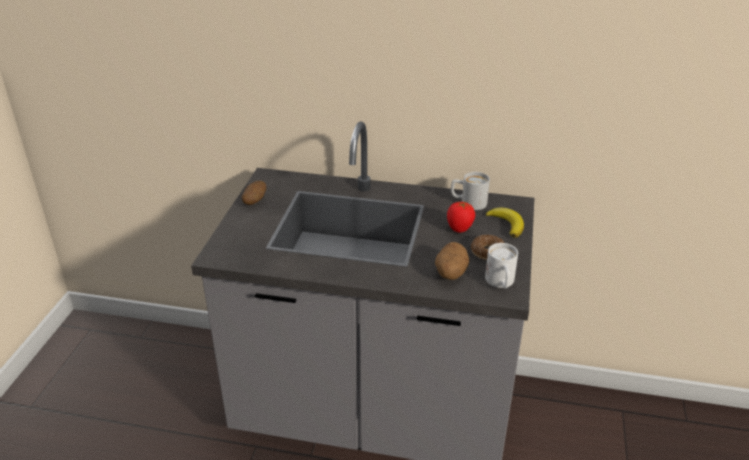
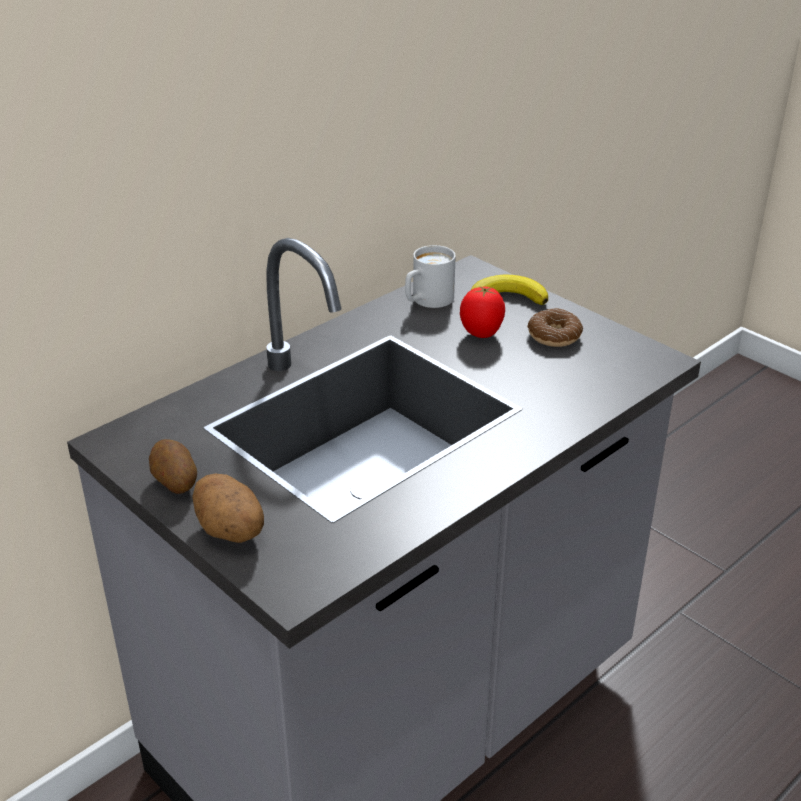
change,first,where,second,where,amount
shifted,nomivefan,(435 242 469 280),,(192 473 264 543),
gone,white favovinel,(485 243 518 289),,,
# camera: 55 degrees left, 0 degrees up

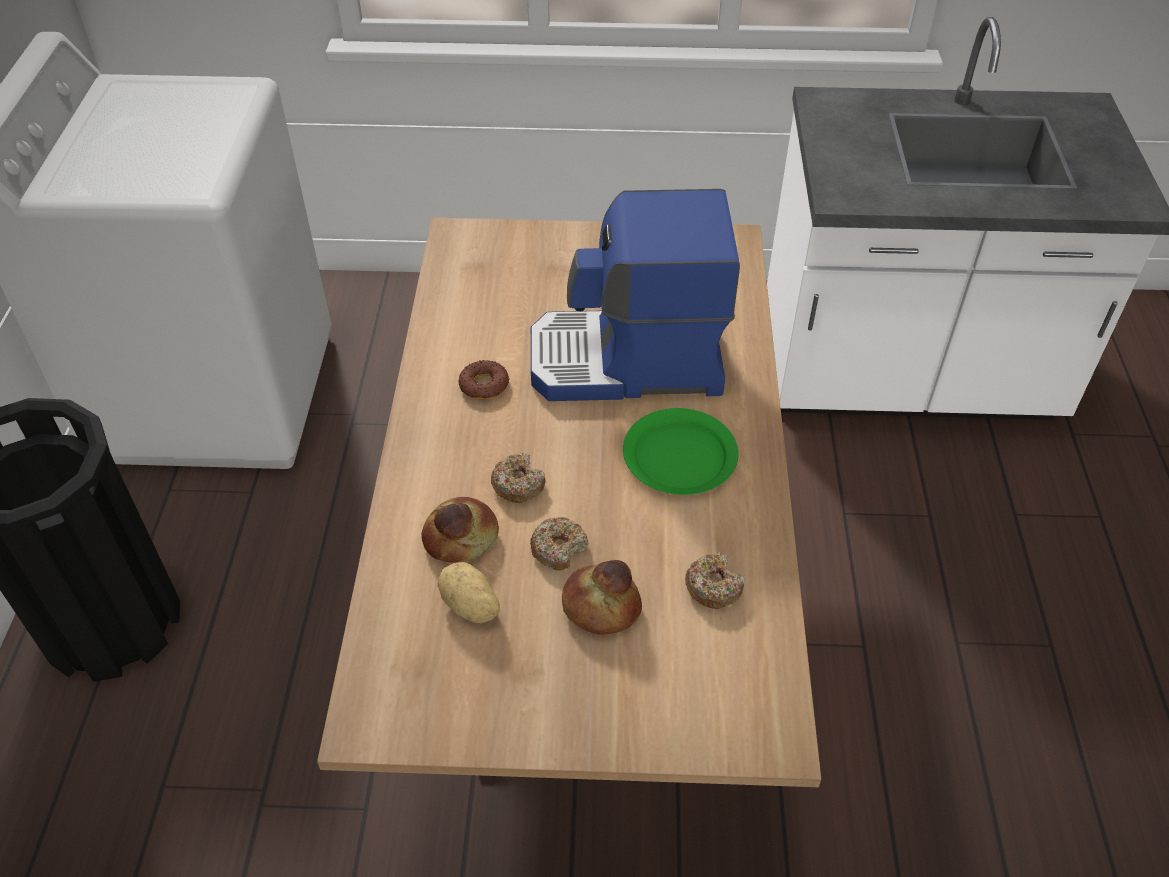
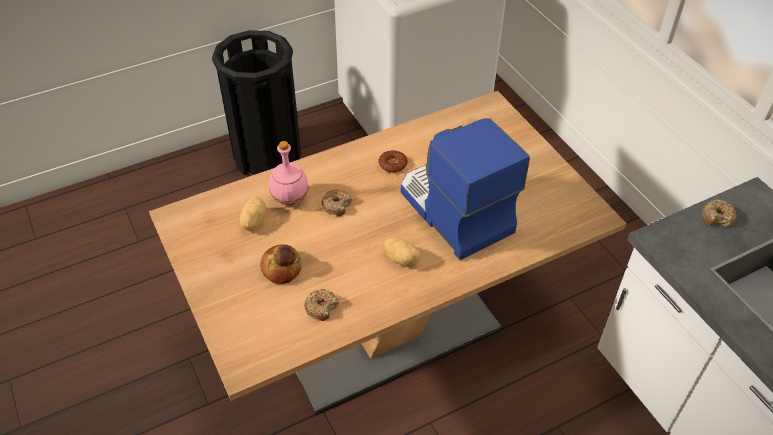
change,first,where,second,where,amount
swapped,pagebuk,(421 497 499 563),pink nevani,(269 141 309 206),
shifted,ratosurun,(530 517 589 571),,(702 199 737 227),
swapped,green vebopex,(623 408 739 495),nomivefan,(384 238 421 267),
# camera: 60 degrees right, 0 degrees up

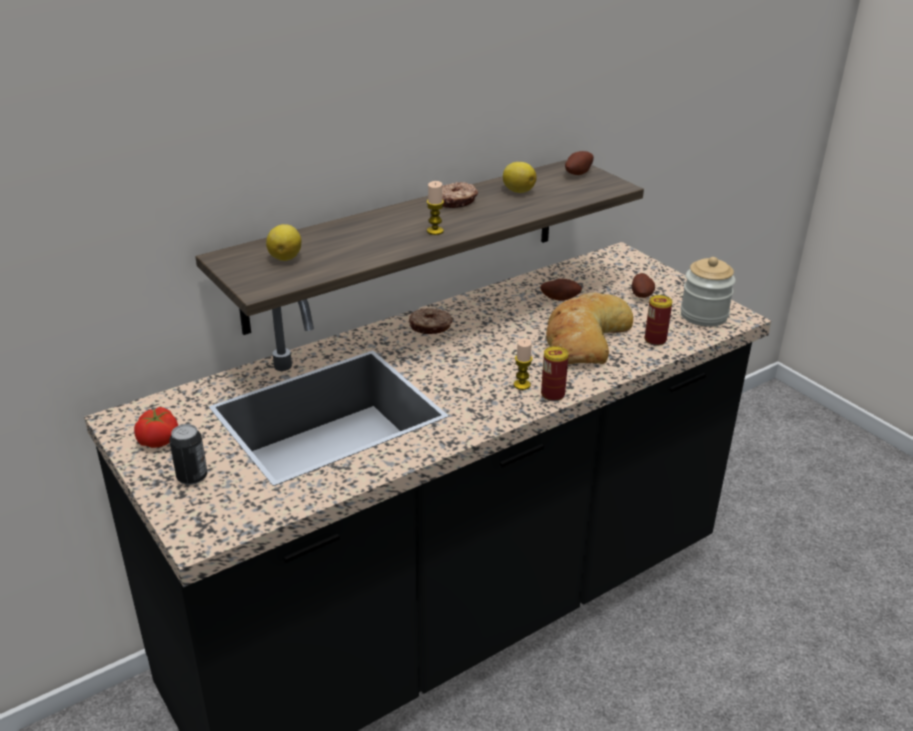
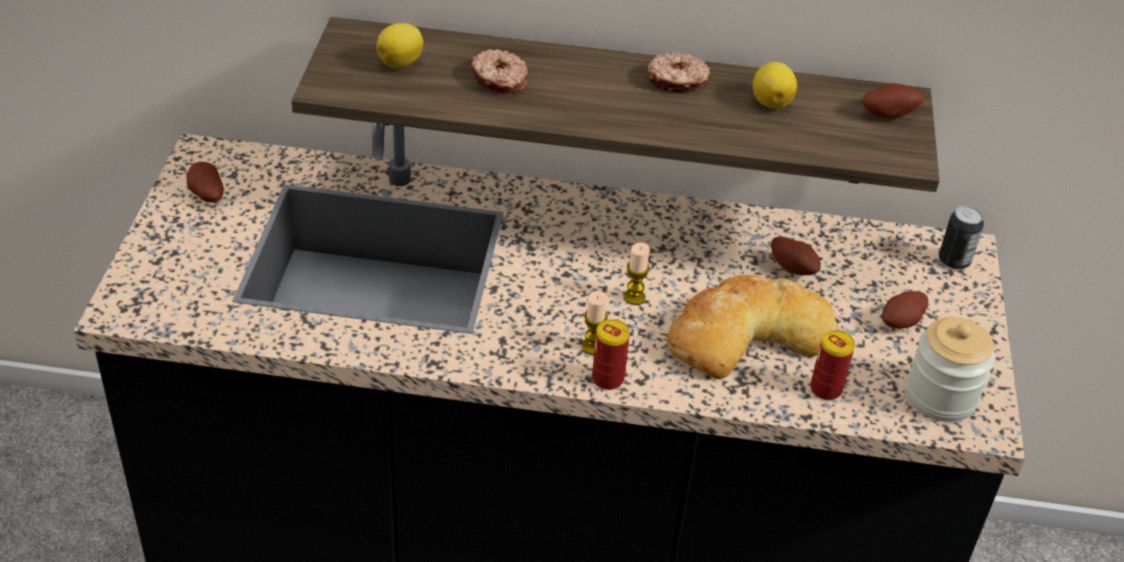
change,first,where,second,where,amount
swapped,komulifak,(134 407 178 448),nomivefan,(186 162 224 202),
shifted,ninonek,(170 424 207 485),,(939 206 984 270),
shifted,ratosurun,(409 308 453 334),,(471 49 528 93),
shifted,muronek,(426 181 444 235),,(624 243 650 305),
# camera: 40 degrees right, 10 degrees up

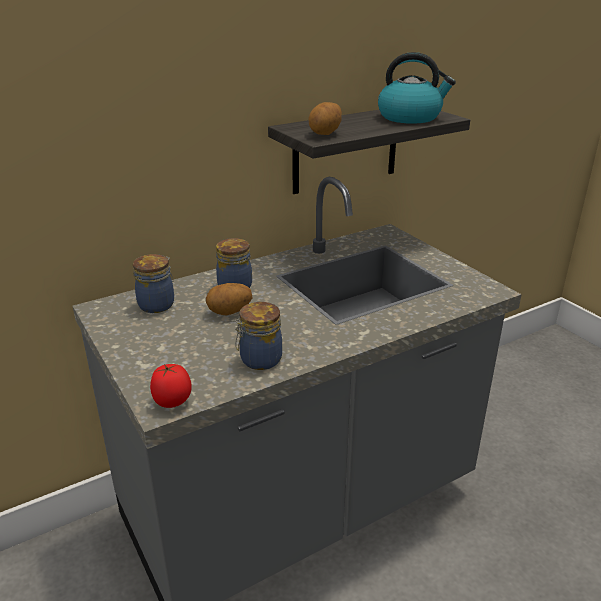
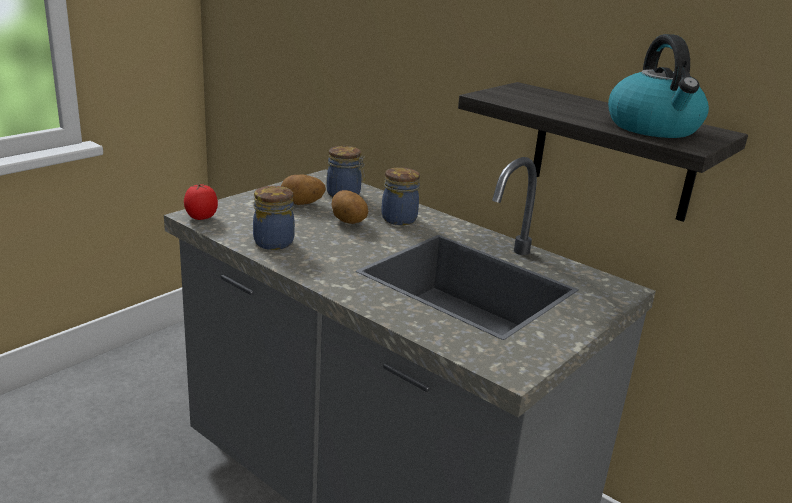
change,first,where,second,where,amount
shifted,nomivefan,(309 102 342 135),,(281 174 326 205),
# camera: 70 degrees right, 5 degrees down

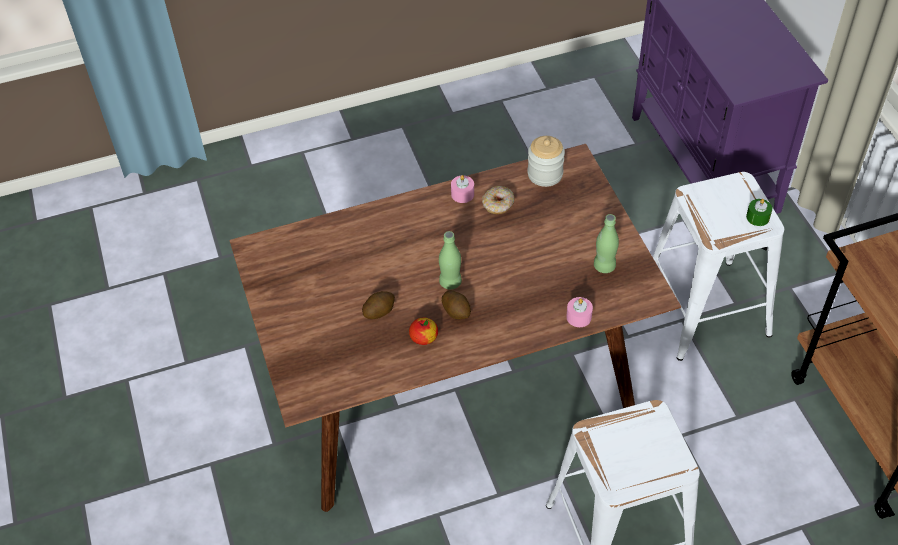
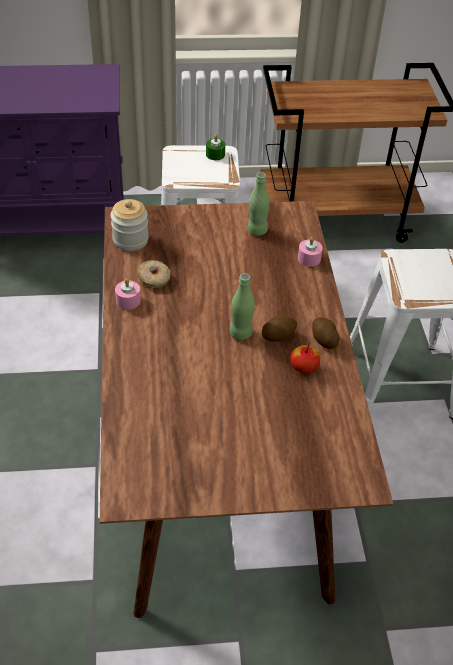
change,first,where,second,where,amount
shifted,nomivefan,(362 291 395 319),,(312 317 340 349),
# camera: 80 degrees left, 5 degrees down

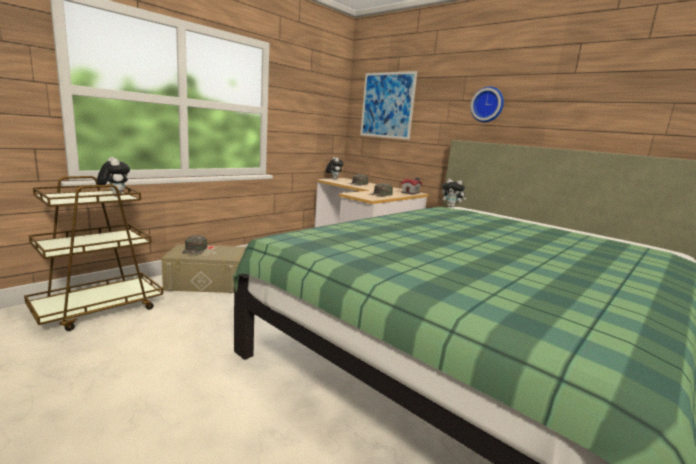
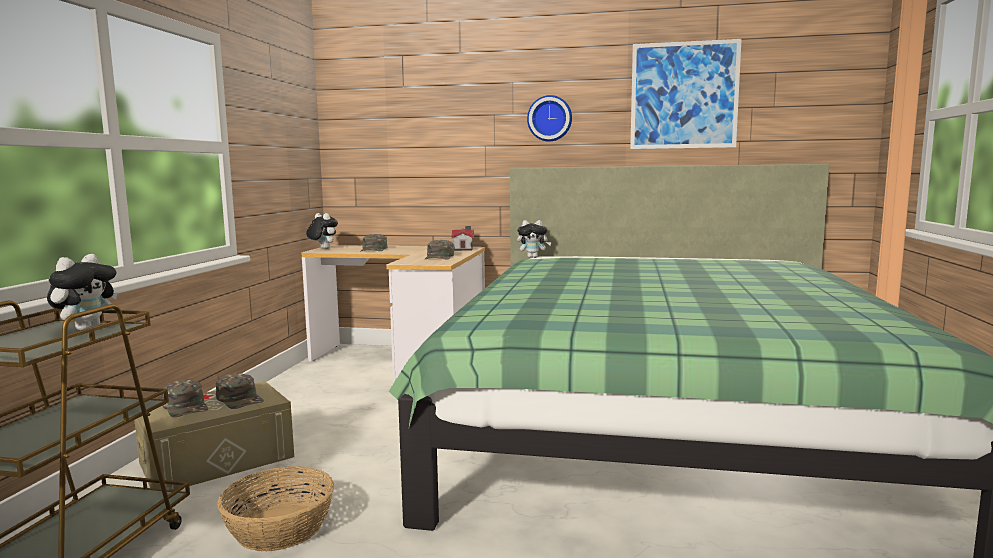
change,first,where,second,where,amount
rotated,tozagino,(97 157 130 197),,(47 254 118 330),90 degrees clockwise
shifted,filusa,(360 71 417 140),,(630 39 742 149),
new,,,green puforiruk,(216 373 264 409),
new,,,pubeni,(217 466 334 551),
# camera: 30 degrees left, 5 degrees down

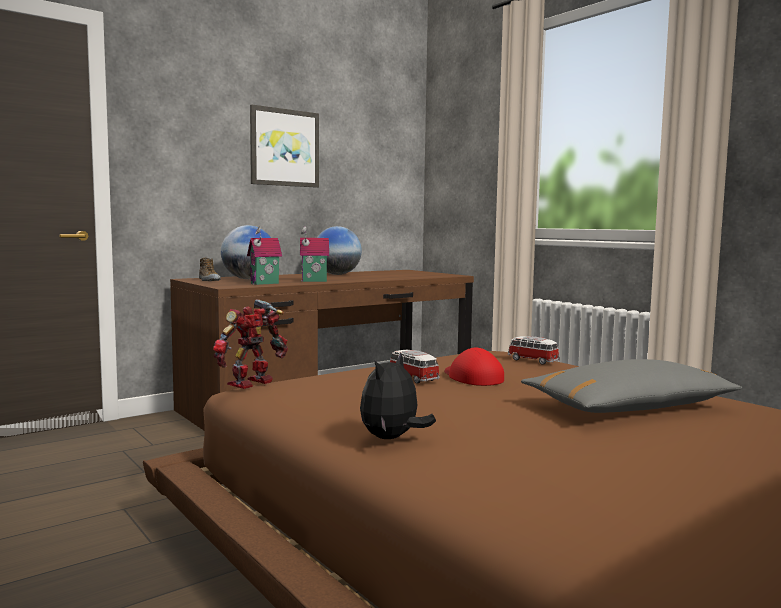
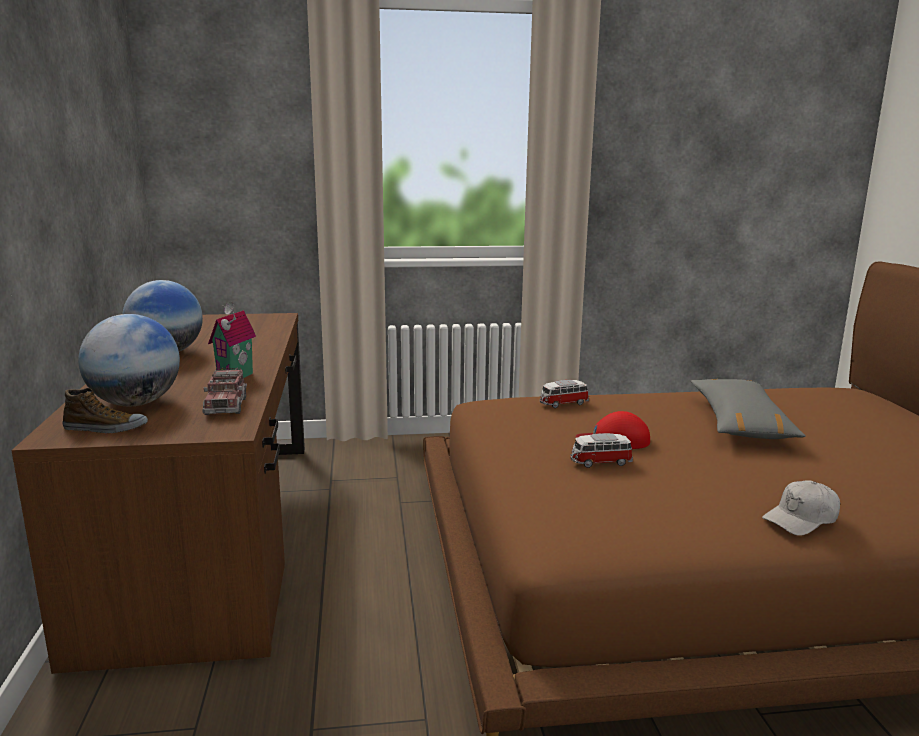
change,first,where,second,where,amount
gone,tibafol,(213 299 288 389),,,
swapped,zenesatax,(247 226 282 285),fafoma,(202 368 247 415),
gone,filusa,(250 104 319 188),,,
swapped,tozagino,(360 353 436 439),white puforiruk,(762 480 840 536),
# camera: 60 degrees left, 10 degrees up

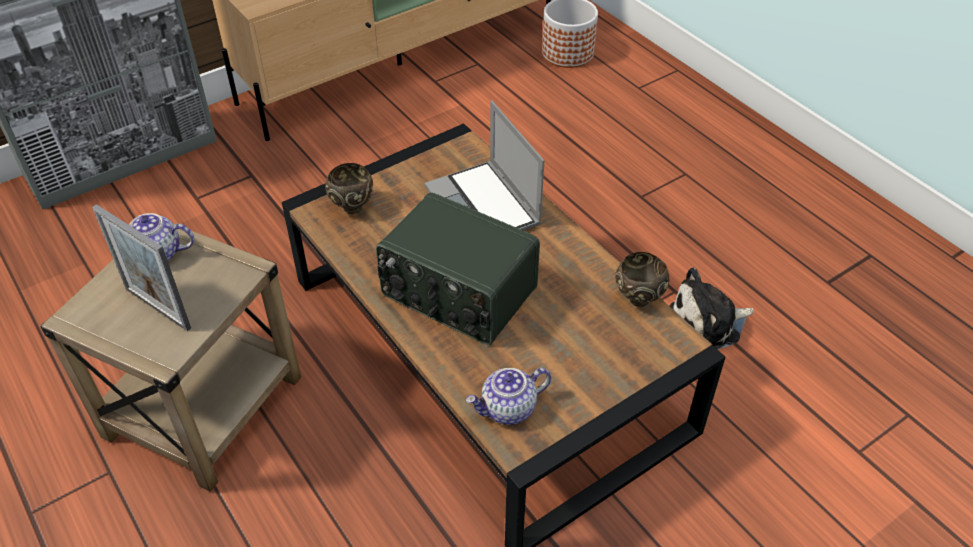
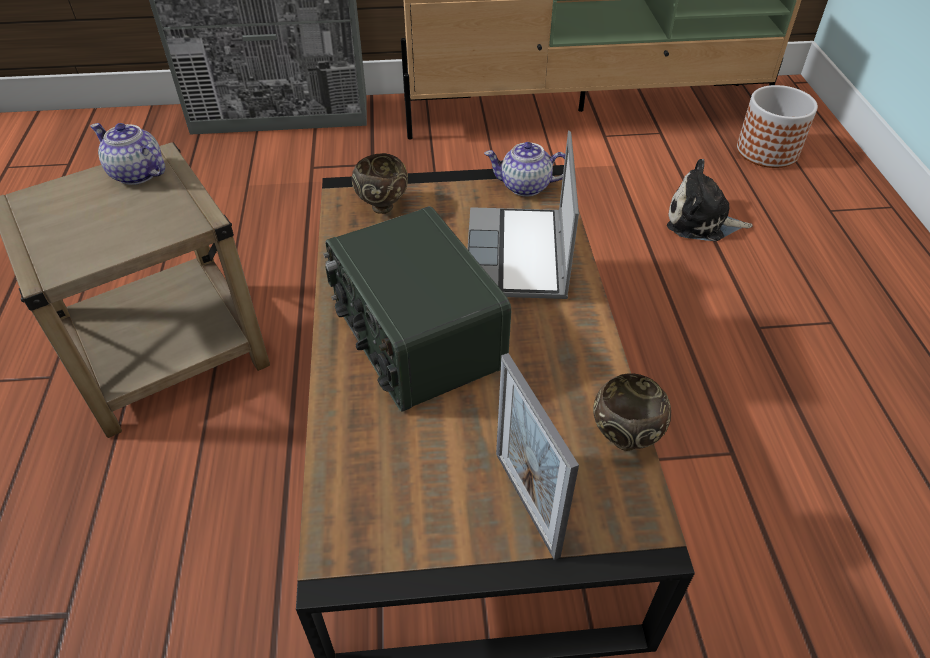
change,first,where,second,where,amount
shifted,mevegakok,(92 204 191 331),,(496 353 579 560),
shifted,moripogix,(466 368 551 425),,(484 142 565 197),
shifted,tozagino,(670 267 754 349),,(667 159 753 241),
# camera: 30 degrees right, 0 degrees up

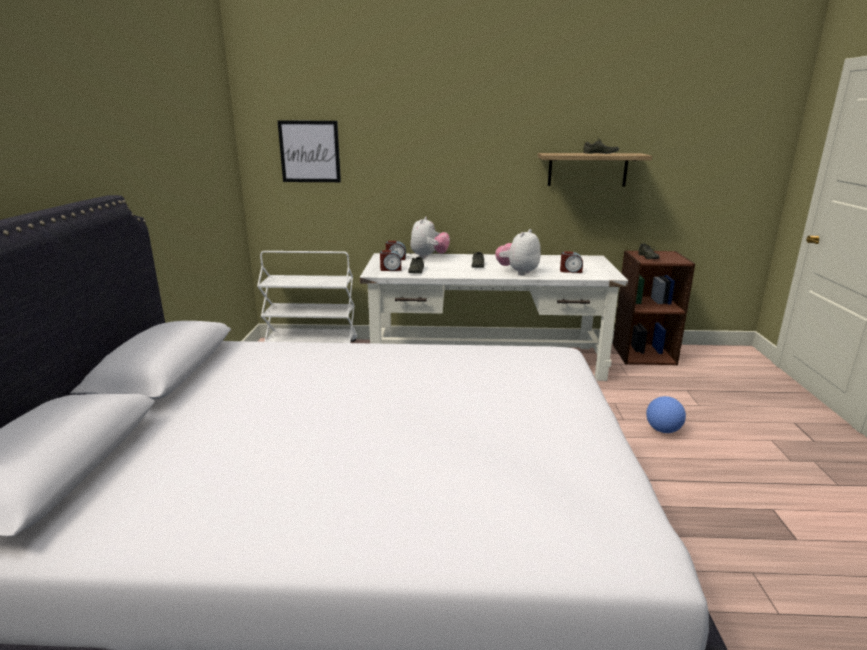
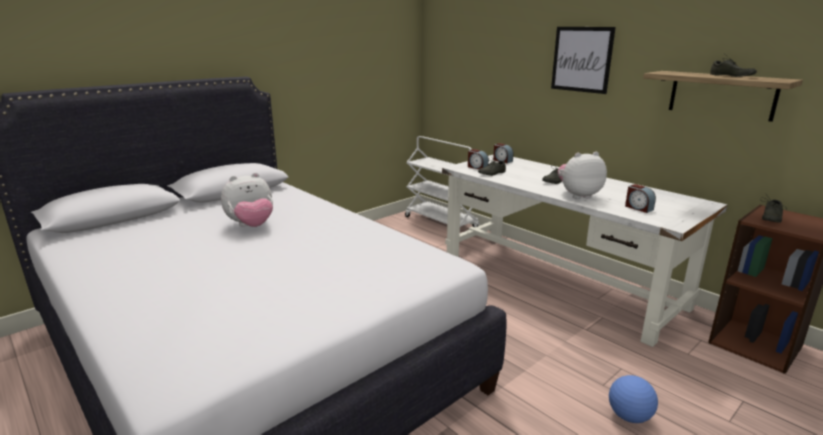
change,first,where,second,where,amount
shifted,filusa,(278 121 341 182),,(551 27 616 94),
shifted,tozagino,(410 217 450 258),,(221 173 273 227),
# camera: 45 degrees right, 0 degrees up

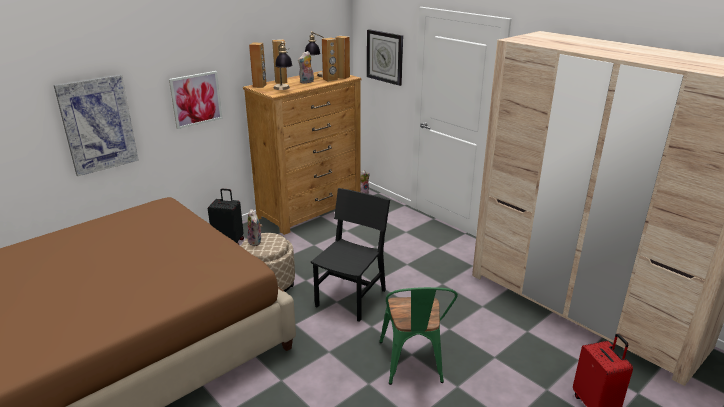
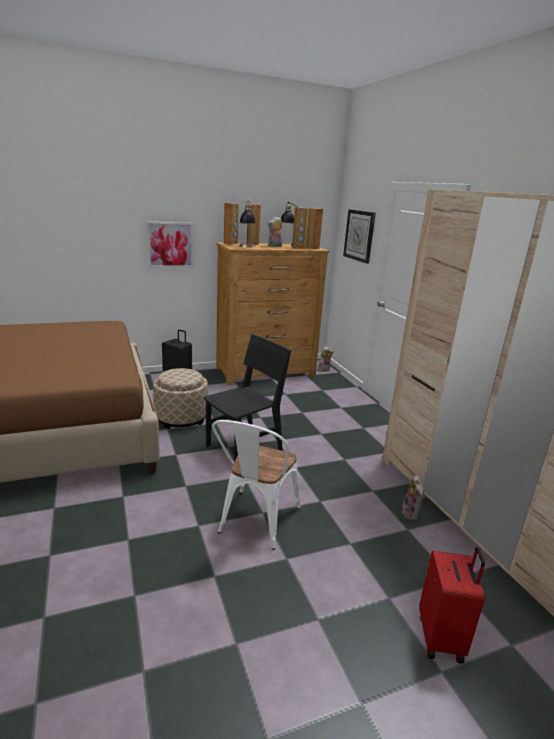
change,first,where,second,where,amount
gone,filusa,(54 74 139 176),,,
shifted,tozagino,(247 209 263 246),,(402 475 425 520),
repainted,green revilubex,(379 287 458 385),white revilubex,(212 420 301 550),
# camera: 20 degrees right, 5 degrees down

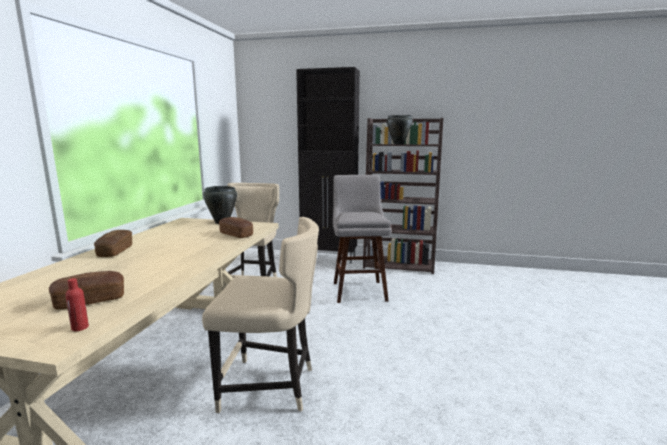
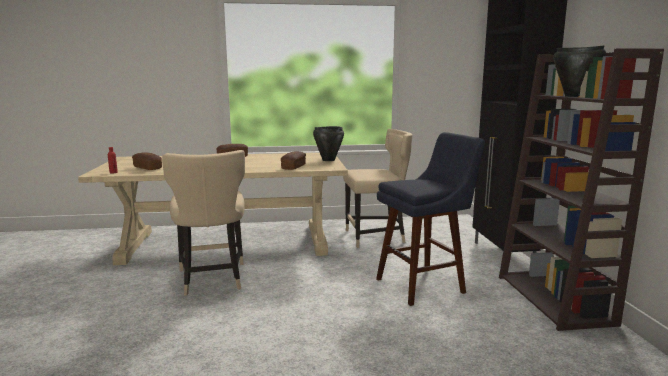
change,first,where,second,where,amount
repainted,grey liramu,(333 175 392 303),blue liramu,(376 132 485 306),
# camera: 70 degrees right, 0 degrees up

